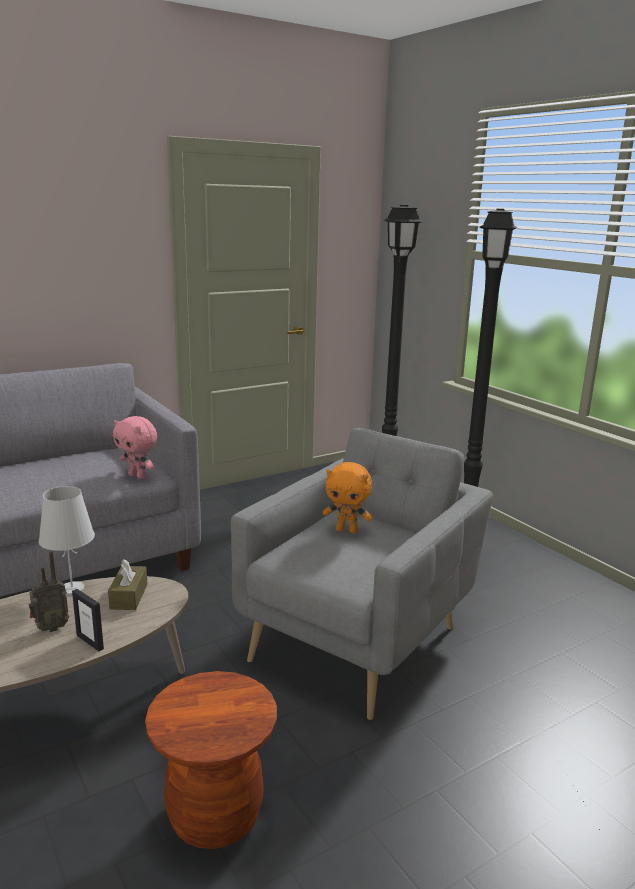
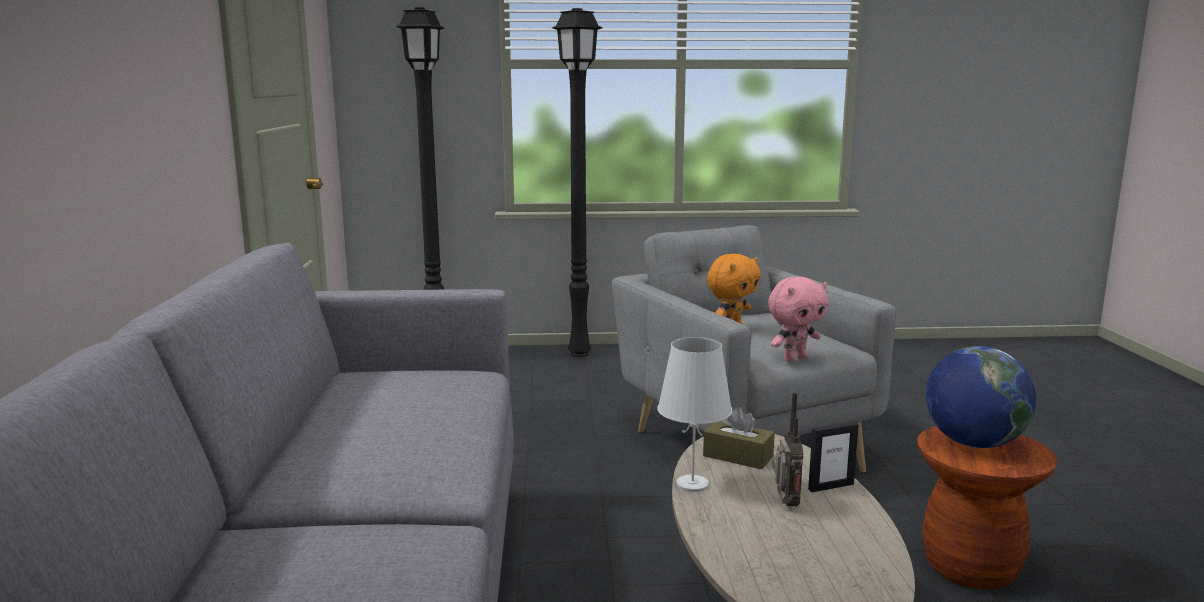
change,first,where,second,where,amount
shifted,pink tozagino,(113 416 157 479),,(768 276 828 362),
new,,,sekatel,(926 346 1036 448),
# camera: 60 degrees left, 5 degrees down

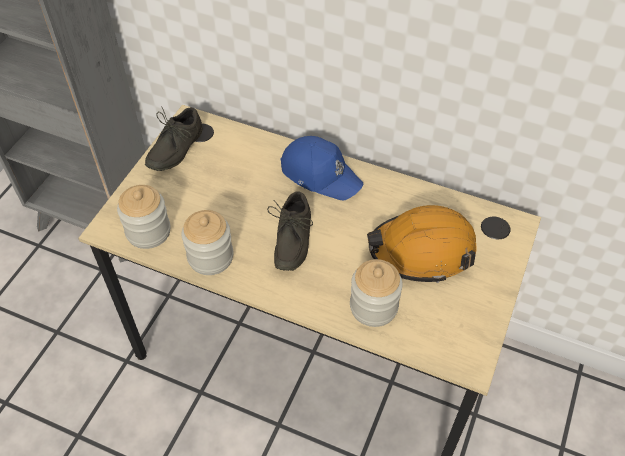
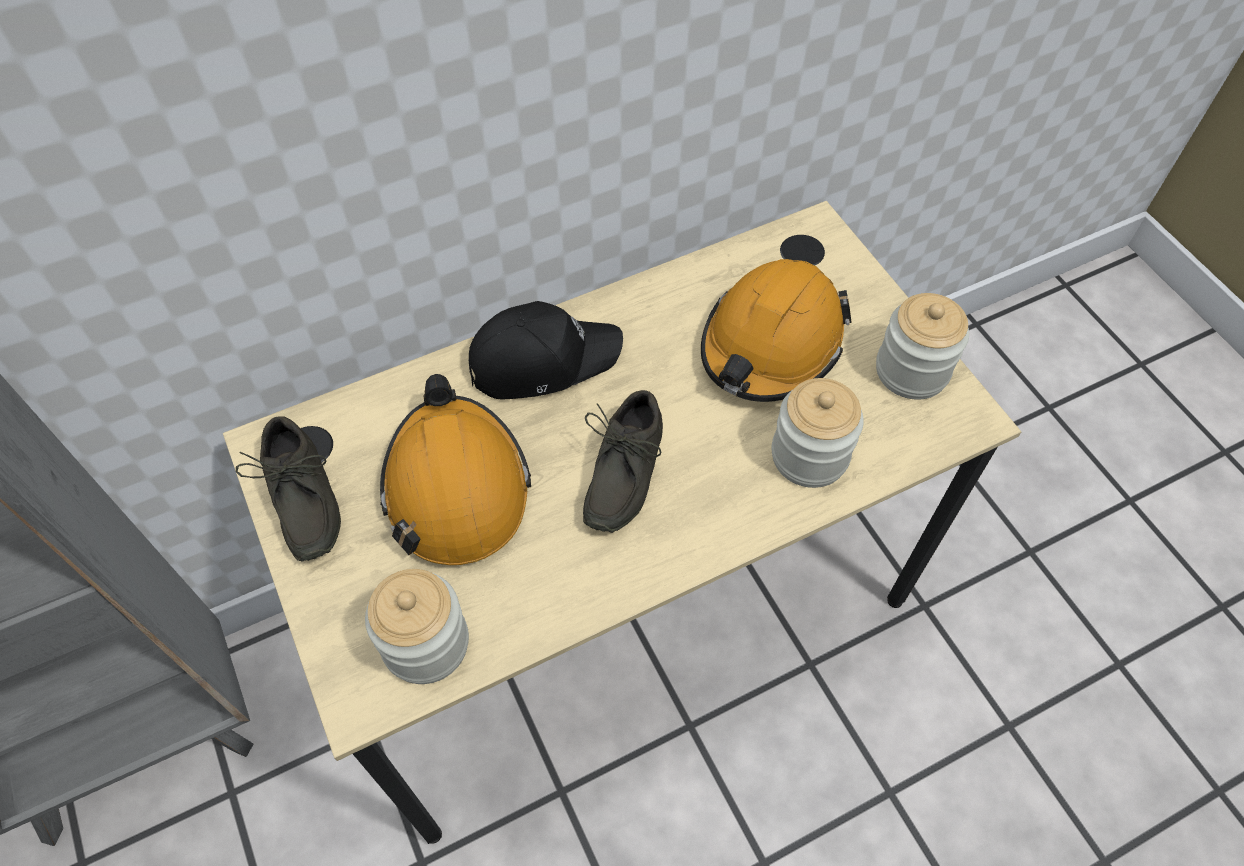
change,first,where,second,where,amount
shifted,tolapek,(181 210 233 275),,(876 293 969 400),
rotated,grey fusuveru,(267 191 313 271),,(583 390 663 533),60 degrees clockwise
repainted,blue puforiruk,(280 136 363 200),black puforiruk,(469 301 623 399),
new,,,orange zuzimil,(380 374 531 565),
# camera: 50 degrees left, 5 degrees up

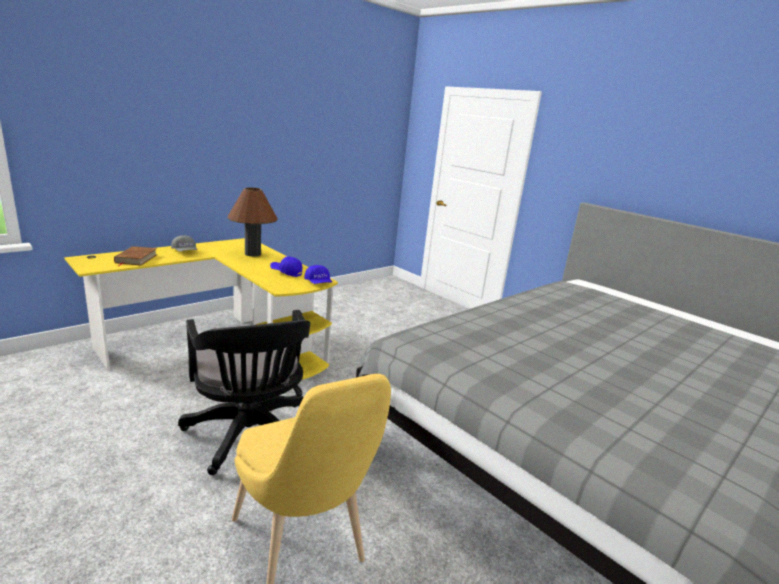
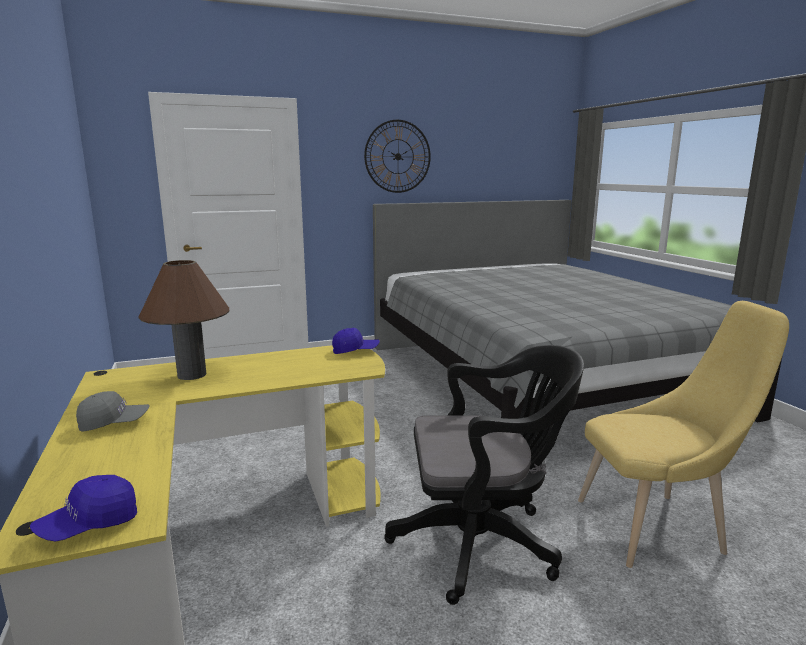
change,first,where,second,where,amount
gone,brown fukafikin,(114 246 157 266),,,
shifted,blue puforiruk,(270 256 302 277),,(30 475 137 542),
new,,,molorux,(364 120 431 193),
# camera: 65 degrees left, 5 degrees down

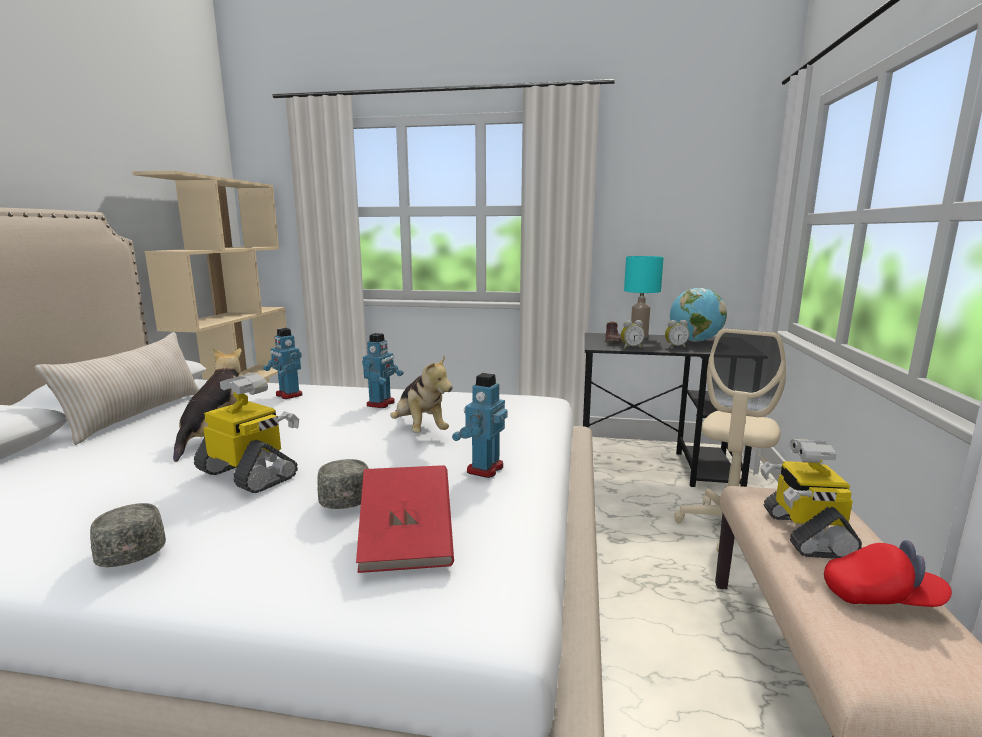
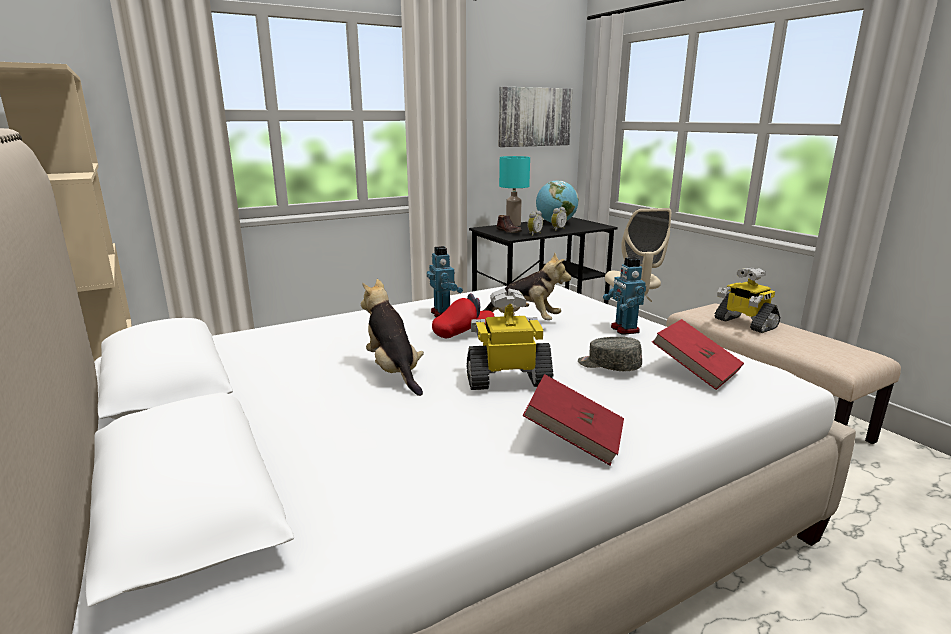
change,first,where,second,where,amount
gone,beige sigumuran,(35 332 200 445),,,
swapped,grey puforiruk,(90 503 166 567),red fukafikin,(523 374 624 466),
gone,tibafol,(263 328 302 399),,,
shifted,red puforiruk,(824 540 952 607),,(432 293 494 338),
new,,,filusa,(499 86 573 147),
# camera: 40 degrees left, 5 degrees up

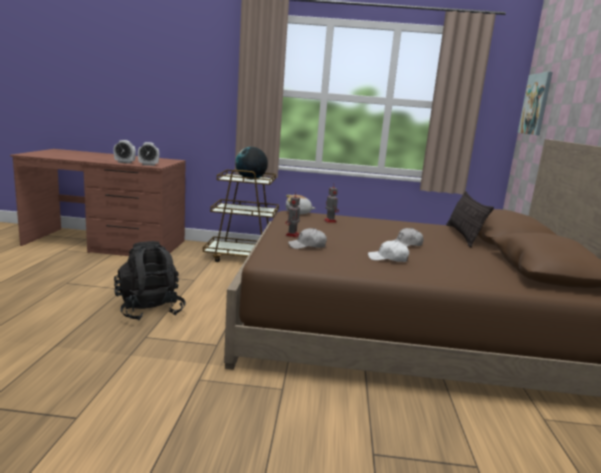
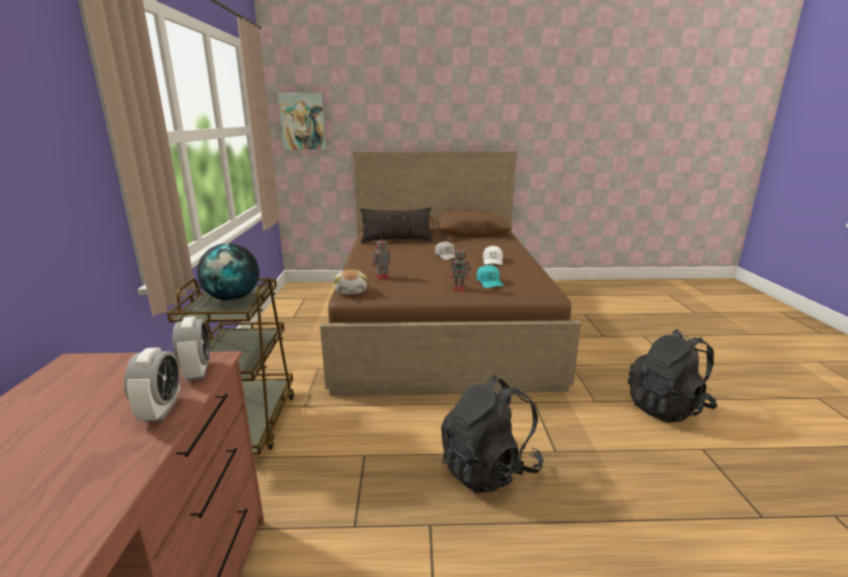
change,first,where,second,where,amount
repainted,white puforiruk,(288 228 327 249),turquoise puforiruk,(476 265 504 288),
new,,,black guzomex,(628 329 718 423),
# camera: 95 degrees left, 5 degrees up

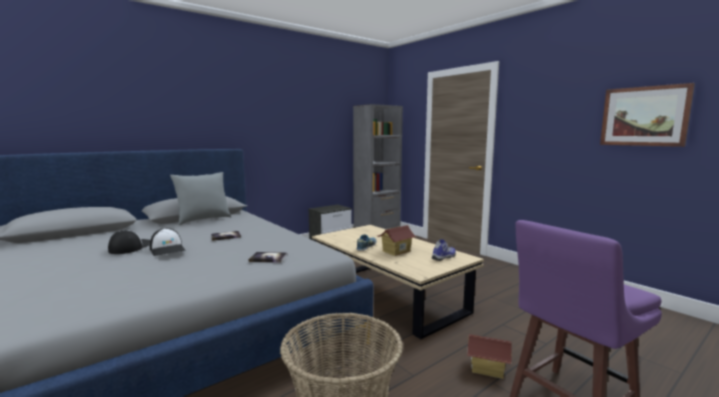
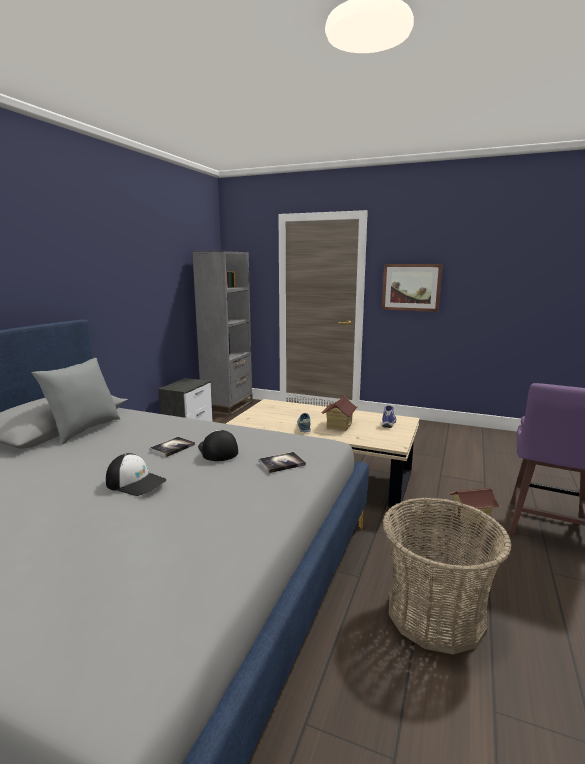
change,first,where,second,where,amount
shifted,puforiruk,(108 230 150 254),,(198 430 238 461),
shifted,filusa,(600 83 695 147),,(382 264 442 312),
# camera: 30 degrees left, 5 degrees up

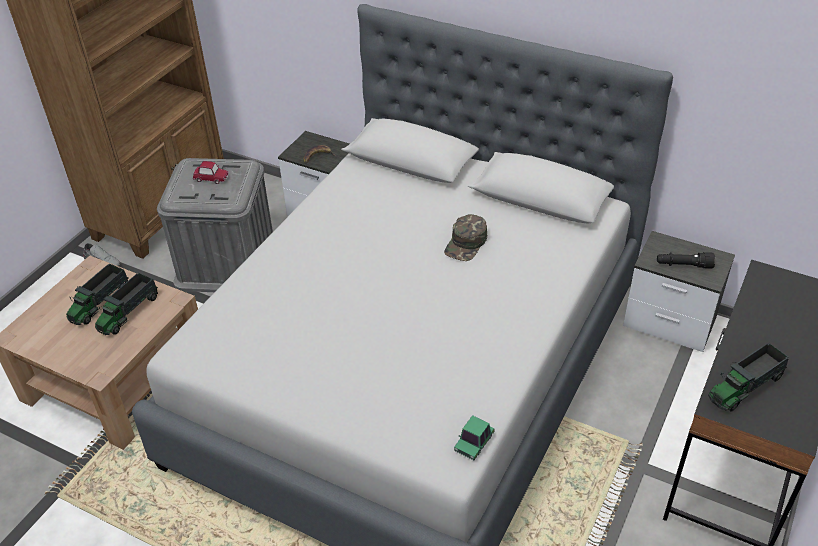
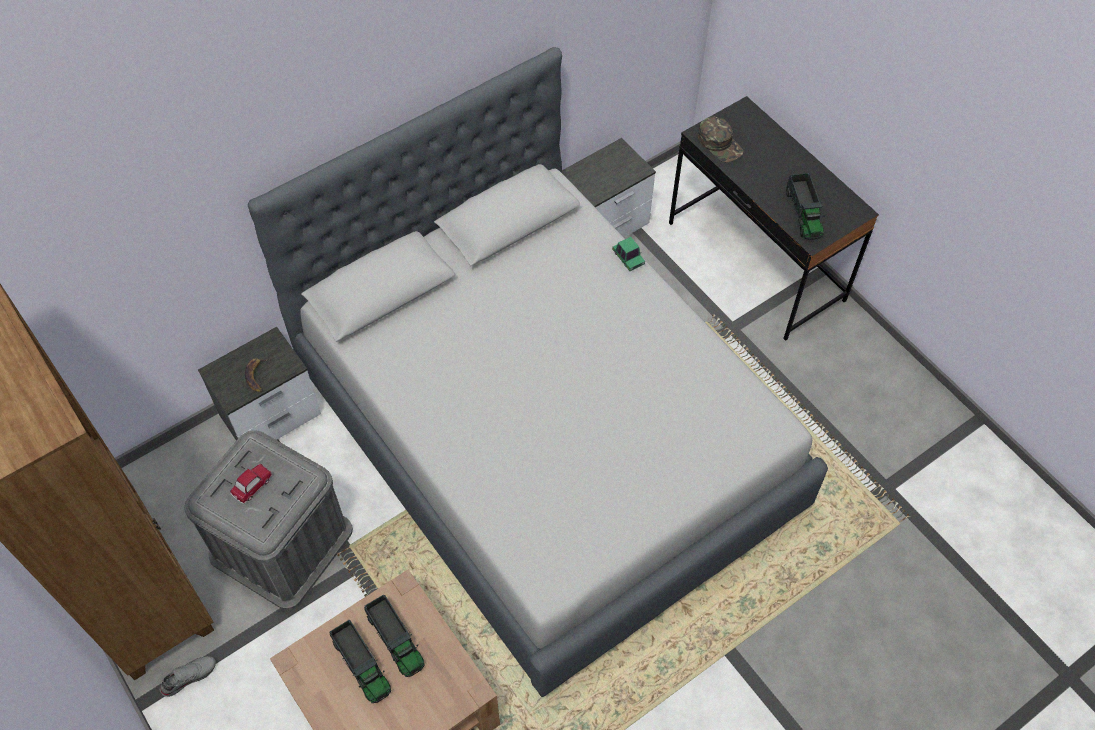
change,first,where,second,where,amount
shifted,green puforiruk,(444 214 487 261),,(698 117 743 162),
shifted,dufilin,(454 415 495 460),,(612 237 645 271),
gone,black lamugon,(657 252 715 269),,,
# camera: 65 degrees left, 15 degrees up

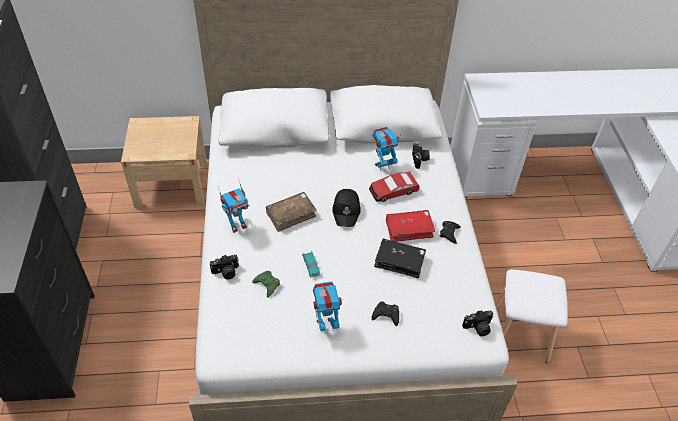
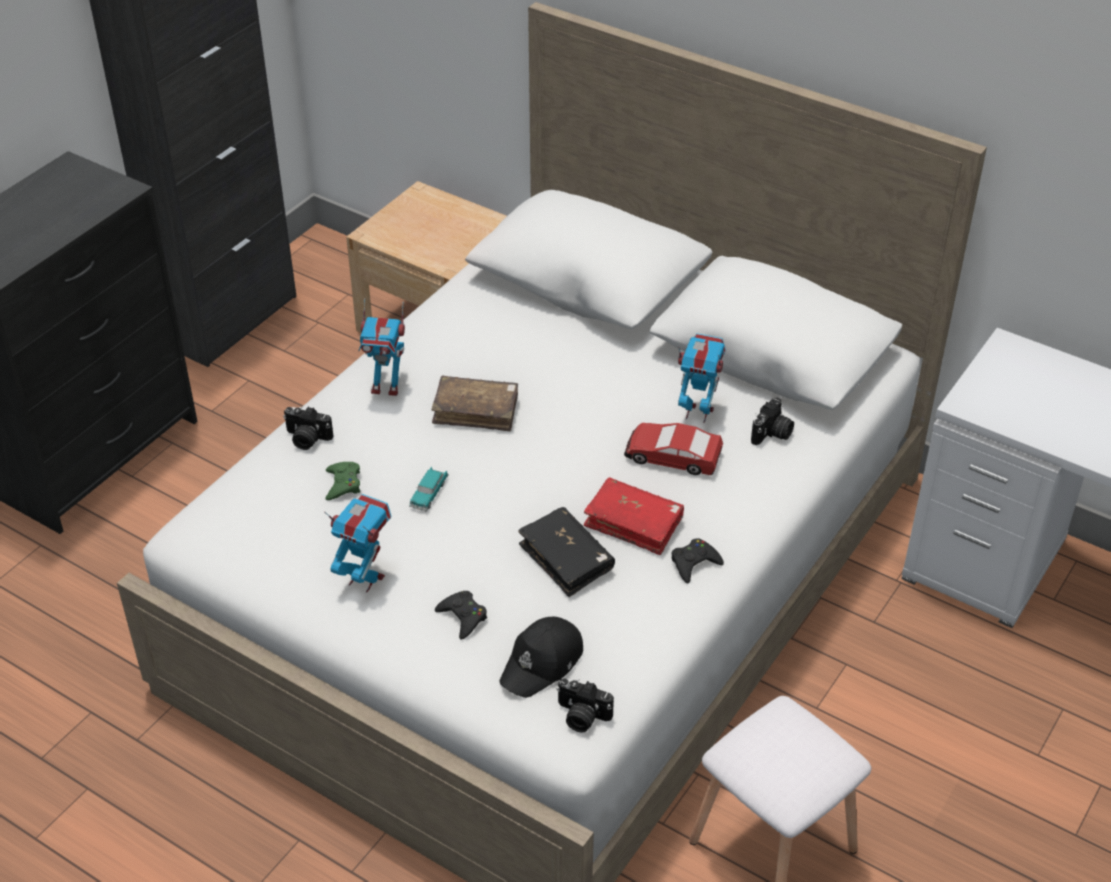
change,first,where,second,where,amount
shifted,black puforiruk,(332 189 361 227),,(499 617 583 698),
# camera: 40 degrees right, 5 degrees down

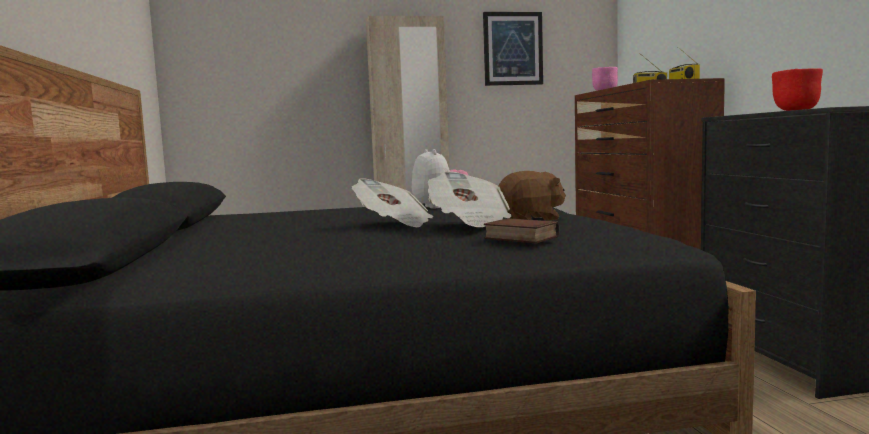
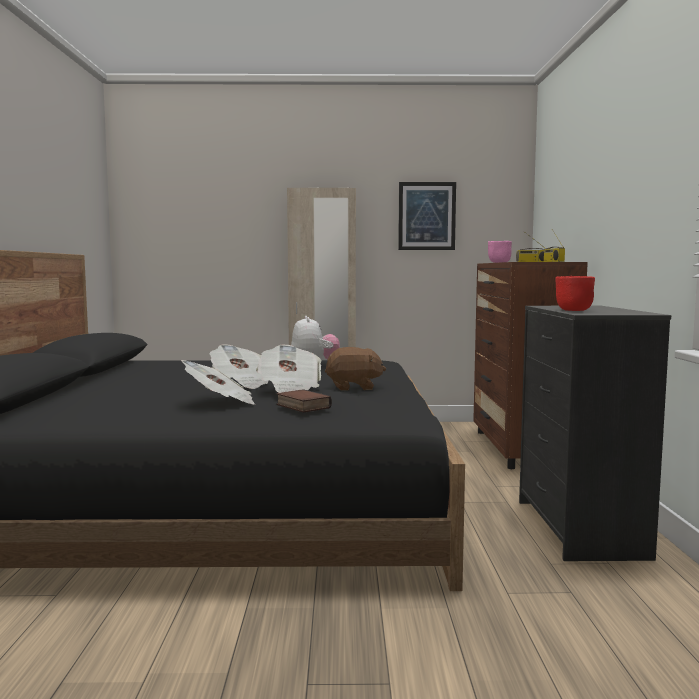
change,first,where,second,where,amount
new,,,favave,(181 360 255 405),
# camera: 10 degrees right, 0 degrees up

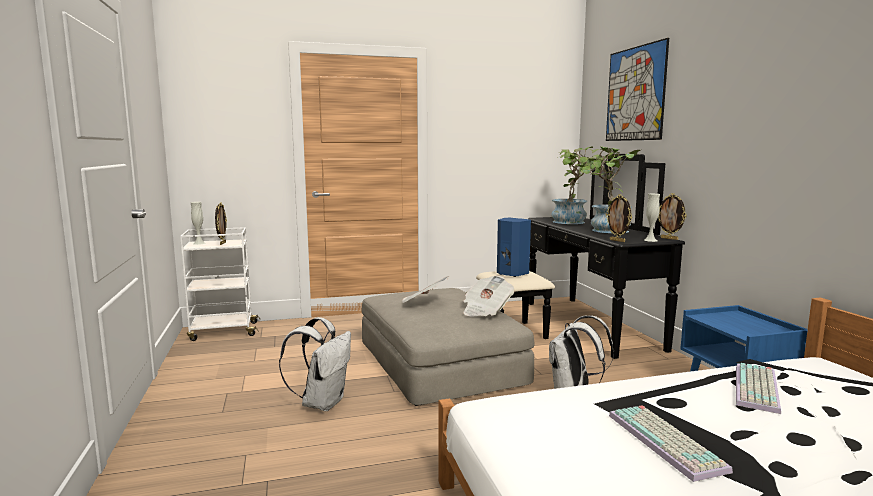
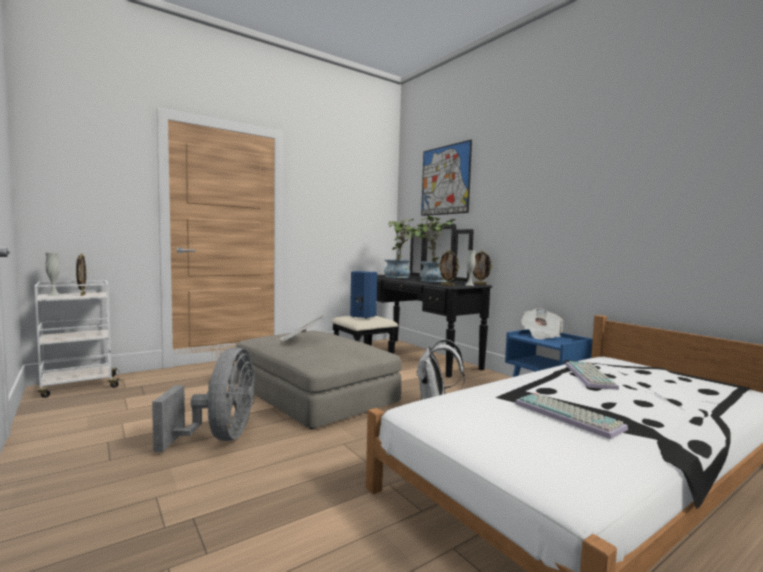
change,first,where,second,where,amount
swapped,white guzomex,(279 317 351 411),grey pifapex,(152 347 254 452),
shifted,favave,(463 276 515 316),,(520 308 563 339),
# camera: 20 degrees left, 5 degrees down

